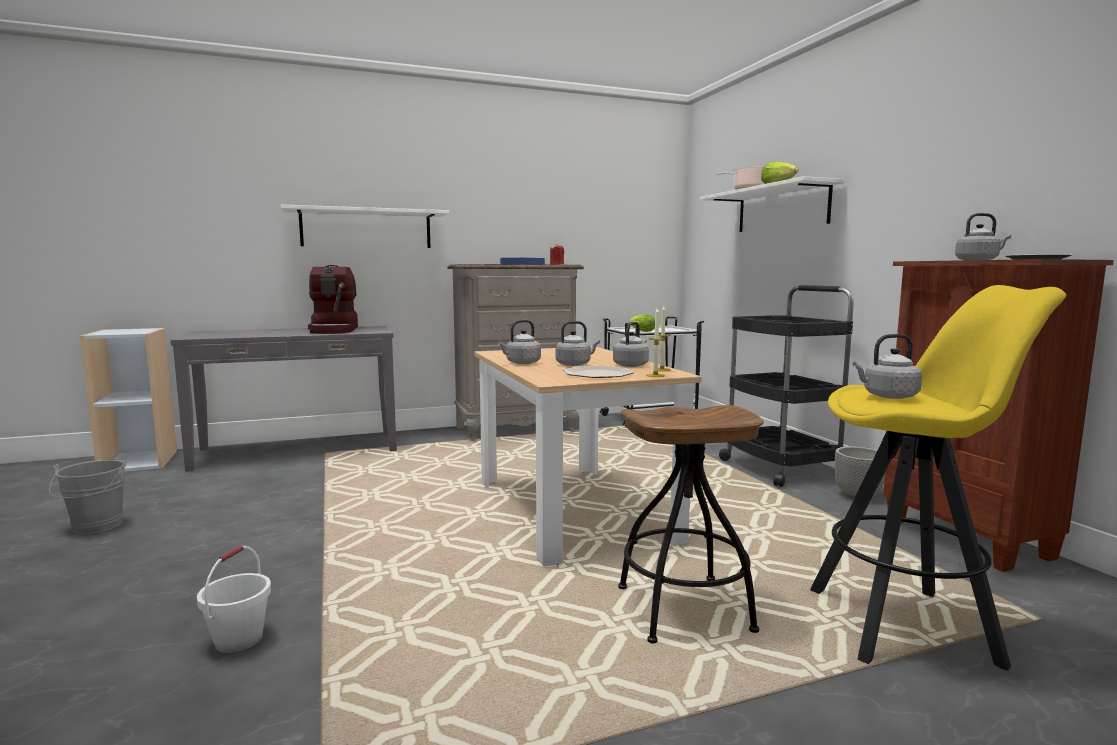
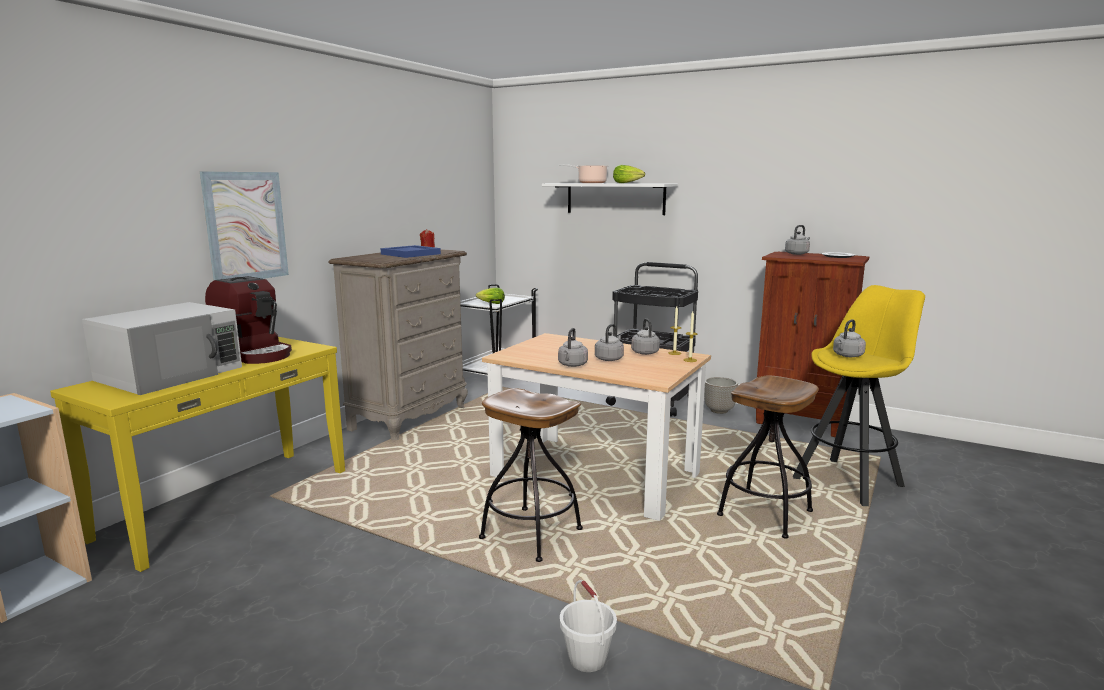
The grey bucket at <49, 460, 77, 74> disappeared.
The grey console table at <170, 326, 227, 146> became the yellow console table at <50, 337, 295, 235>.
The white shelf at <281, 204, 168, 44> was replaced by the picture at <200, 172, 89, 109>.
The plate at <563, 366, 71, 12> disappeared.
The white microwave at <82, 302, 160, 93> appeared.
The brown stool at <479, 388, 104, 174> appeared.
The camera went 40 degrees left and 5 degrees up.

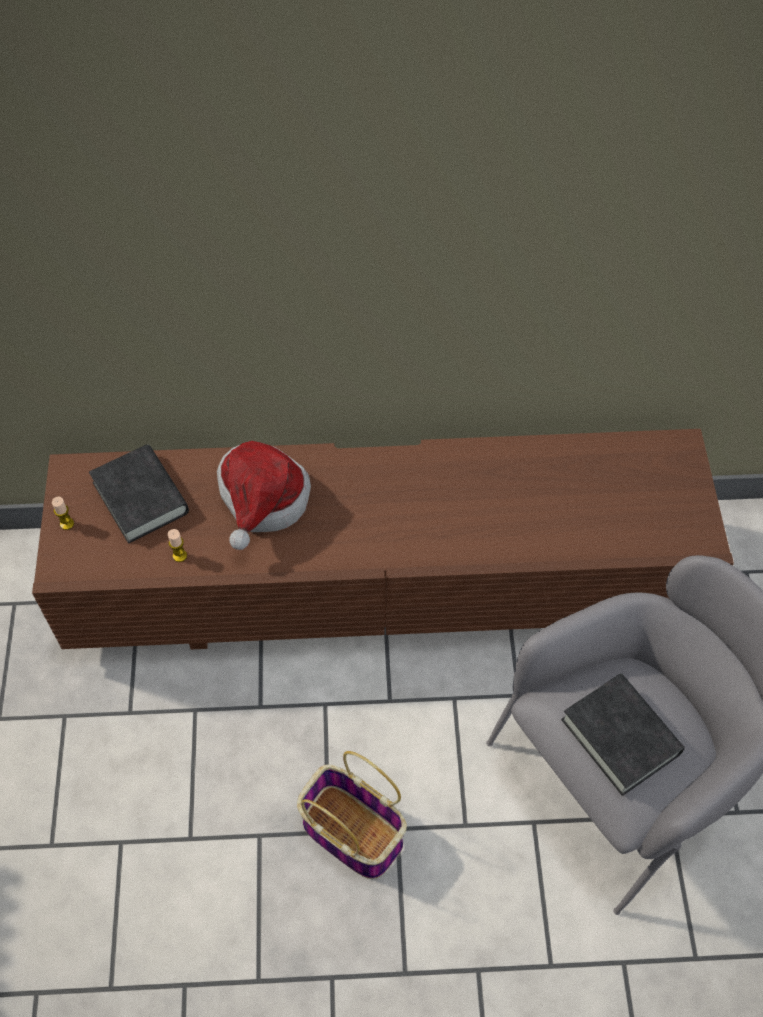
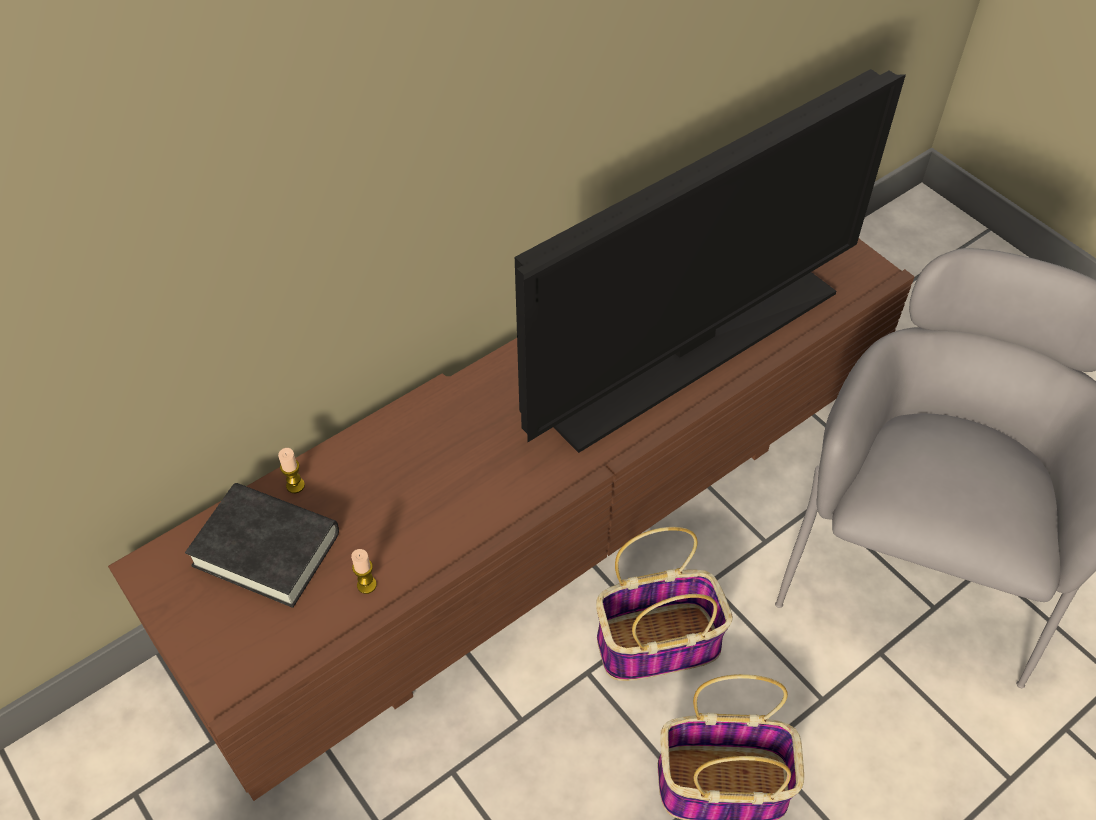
The candle moved from <52, 496, 22, 34> to <278, 448, 27, 45>.
The hat at <217, 441, 94, 109> disappeared.
The black book at <561, 673, 124, 123> disappeared.
The television at <515, 69, 391, 384> appeared.
The basket at <596, 527, 137, 154> appeared.
The camera went 35 degrees left and 5 degrees down.

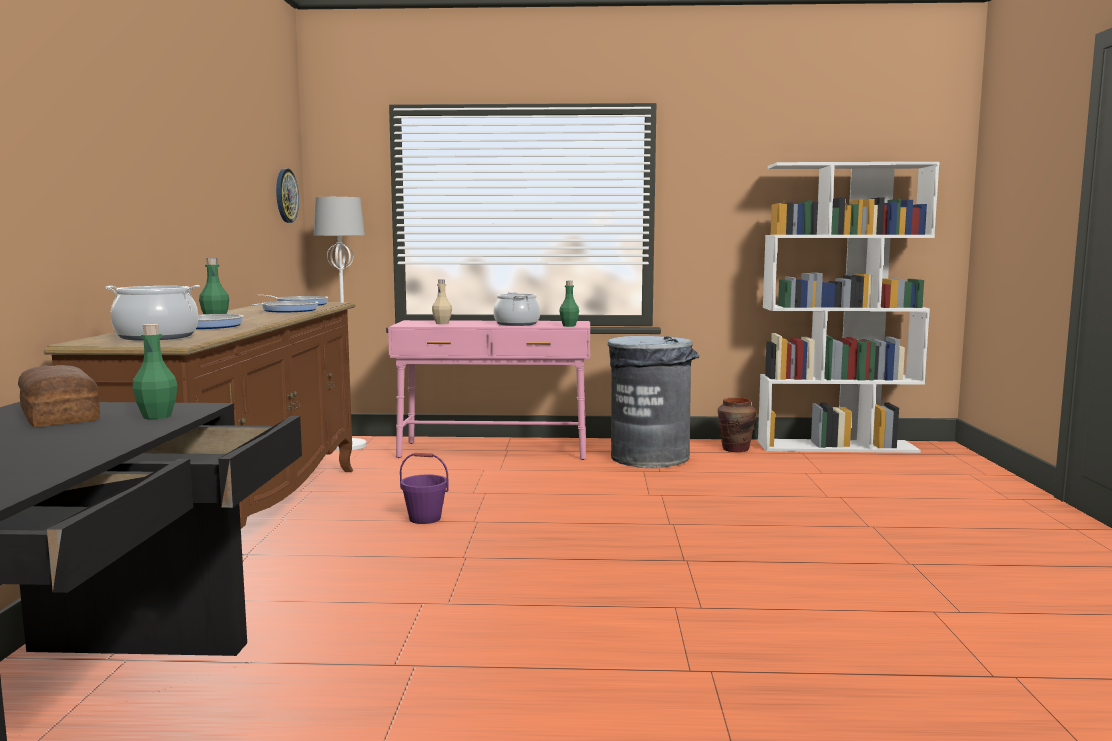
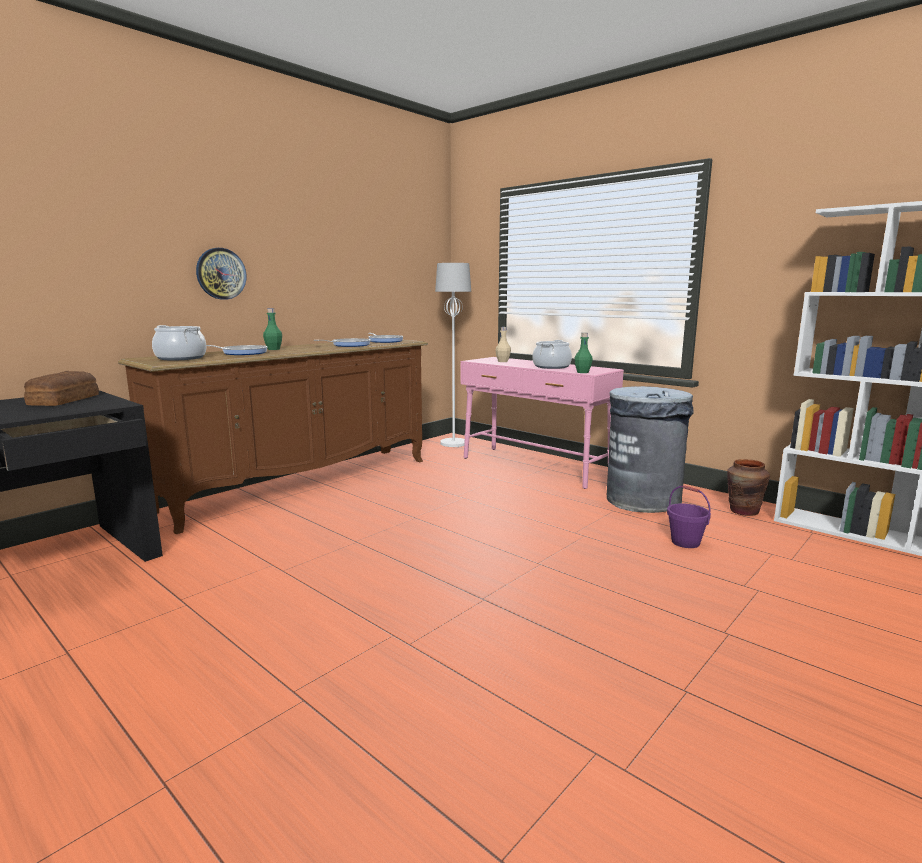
The green bottle at <132, 324, 46, 95> disappeared.
The wall clock moved from <276, 168, 23, 55> to <196, 248, 50, 52>.
The purple bucket moved from <400, 453, 49, 71> to <667, 485, 44, 63>.
The camera went 40 degrees right and 5 degrees up.

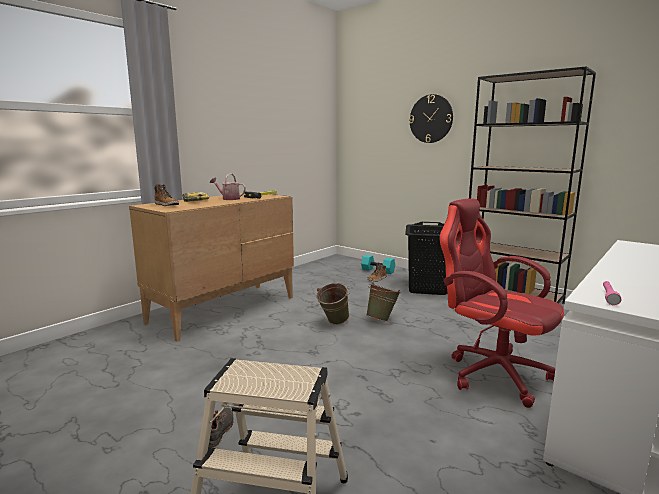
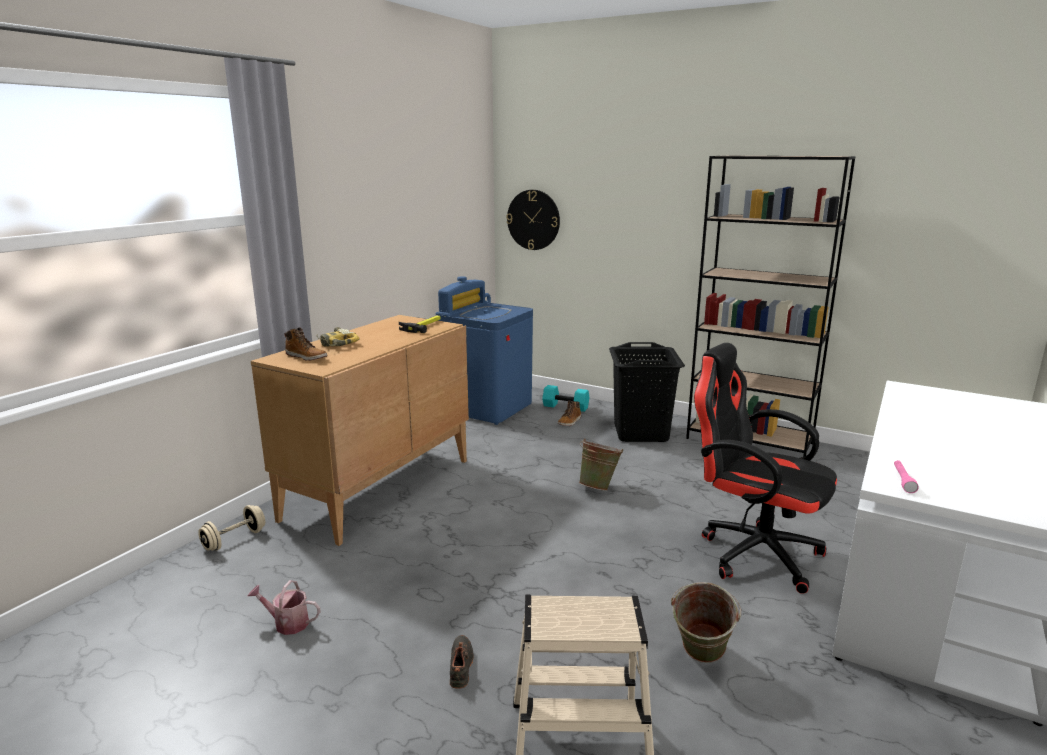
The watering can moved from <210, 173, 36, 27> to <247, 580, 73, 55>.
The green bucket moved from <316, 283, 34, 42> to <671, 582, 70, 81>.
The wall clock moved from <409, 94, 44, 49> to <506, 190, 54, 60>.
The red office chair at <439, 198, 125, 210> became the black office chair at <694, 343, 143, 251>.
The beige dumbbell at <198, 505, 67, 46> appeared.
The blue washing machine at <436, 276, 97, 149> appeared.
The camera went 10 degrees left and 5 degrees up.

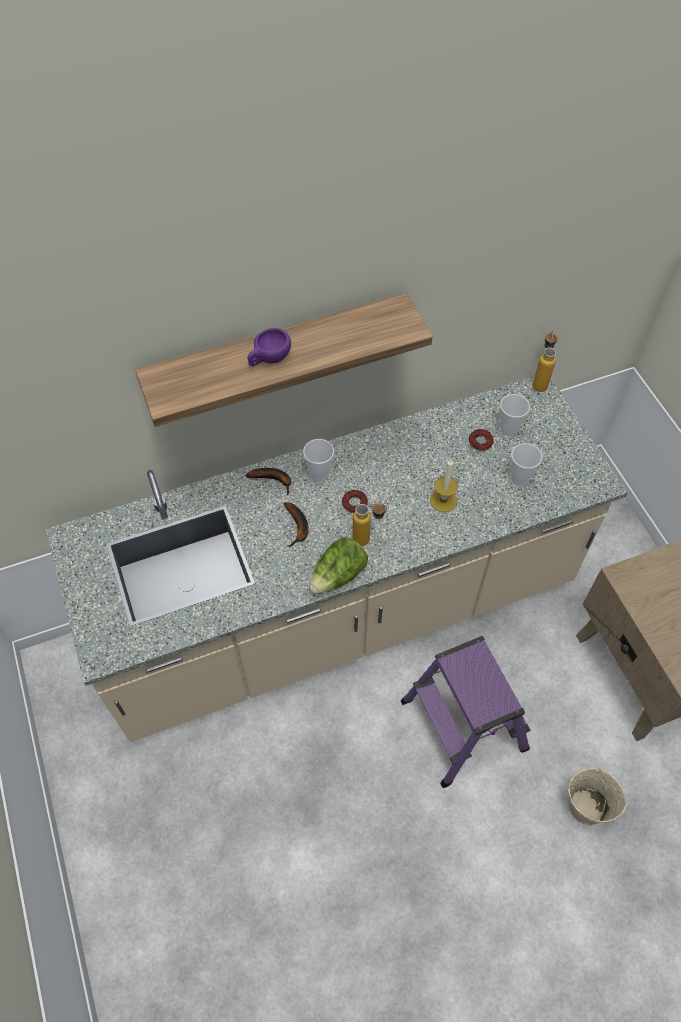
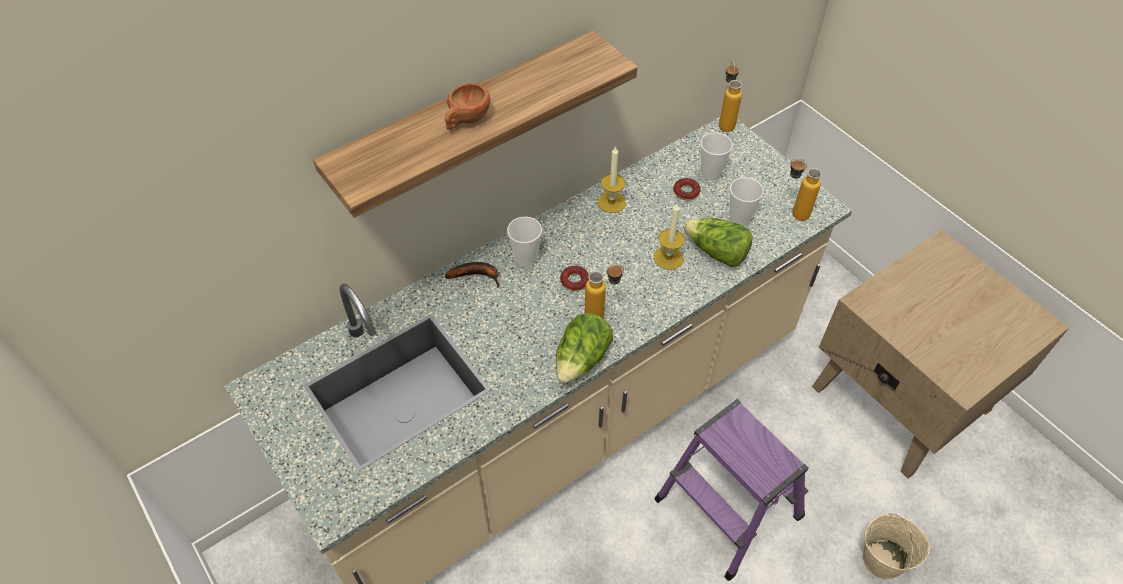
The purple cup at <247, 328, 44, 38> became the brown cup at <445, 83, 45, 47>.
The banana at <284, 502, 25, 45> disappeared.
The candle at <597, 146, 29, 67> appeared.
The lettuce at <683, 218, 69, 49> appeared.
The bottle at <790, 158, 32, 63> appeared.
The camera went 15 degrees left and 5 degrees down.

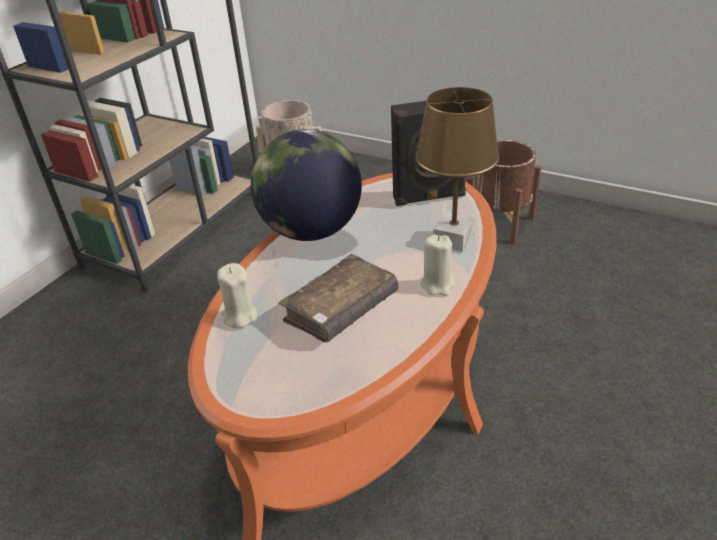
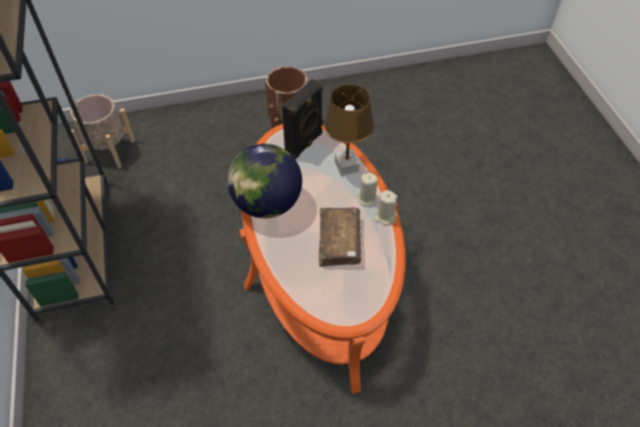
The beige candle moved from <217, 263, 41, 65> to <375, 190, 22, 35>.
The camera went 45 degrees left and 15 degrees up.

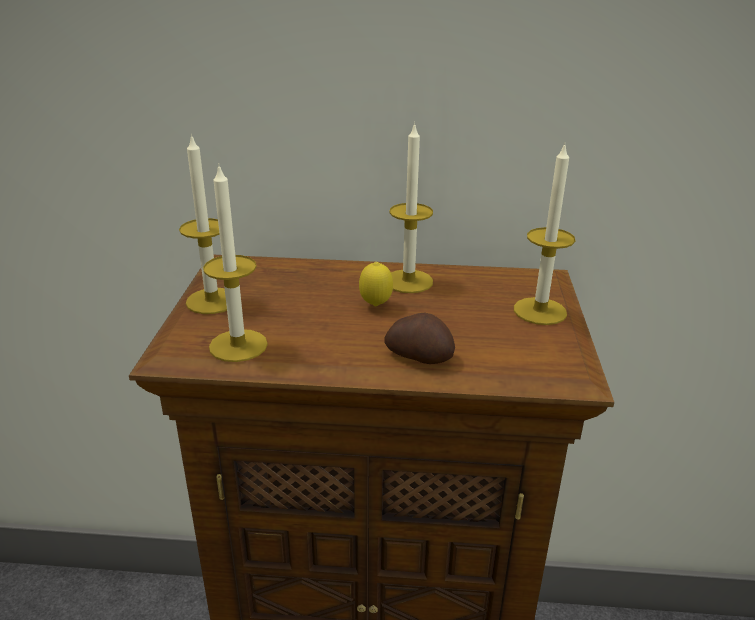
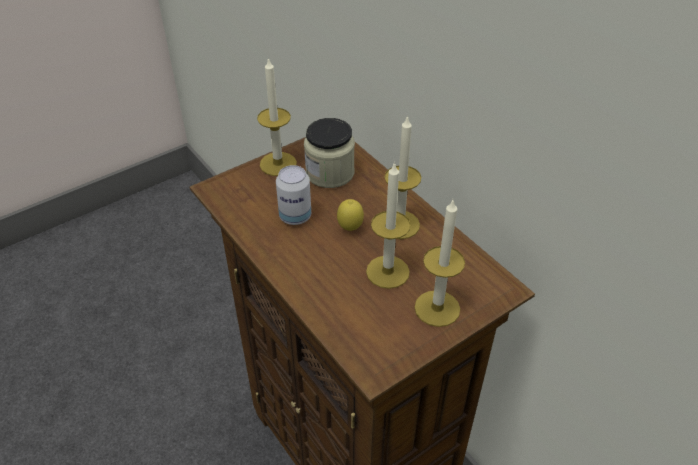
The candle moved from <203, 163, 65, 199> to <366, 162, 45, 127>.
The potato at <384, 312, 71, 52> disappeared.
The can at <276, 165, 35, 60> appeared.
The jar at <304, 118, 51, 70> appeared.
The camera went 50 degrees right and 15 degrees up.

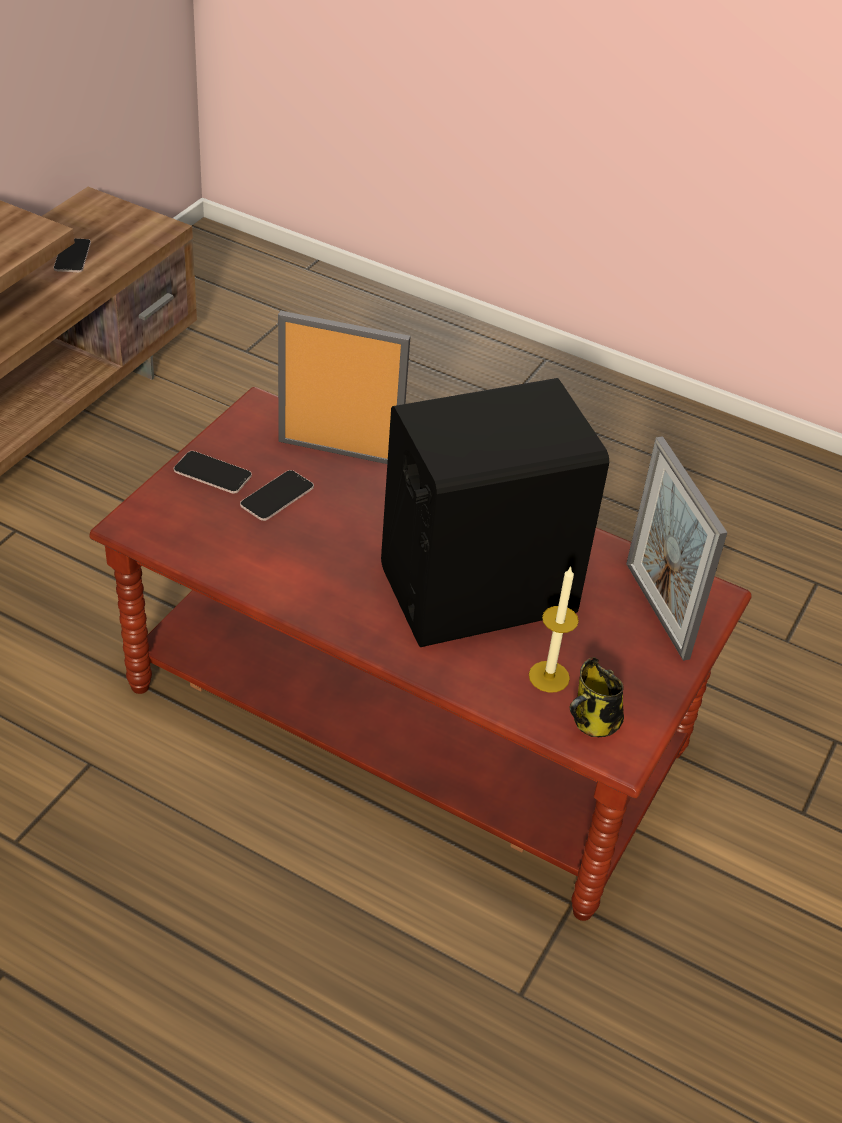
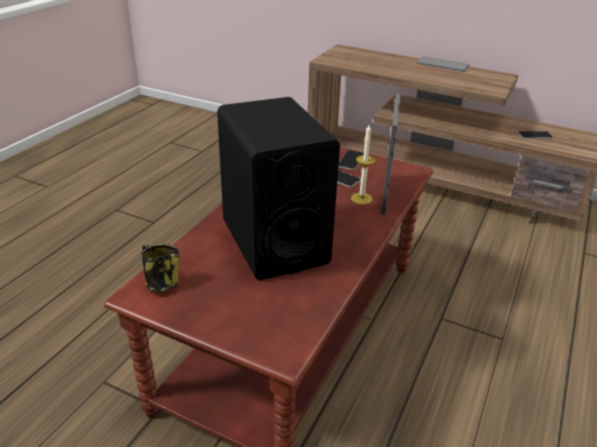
The candle moved from <529, 566, 50, 127> to <351, 125, 24, 79>.
The picture frame at <626, 436, 101, 225> disappeared.
The camera went 90 degrees right and 10 degrees down.

